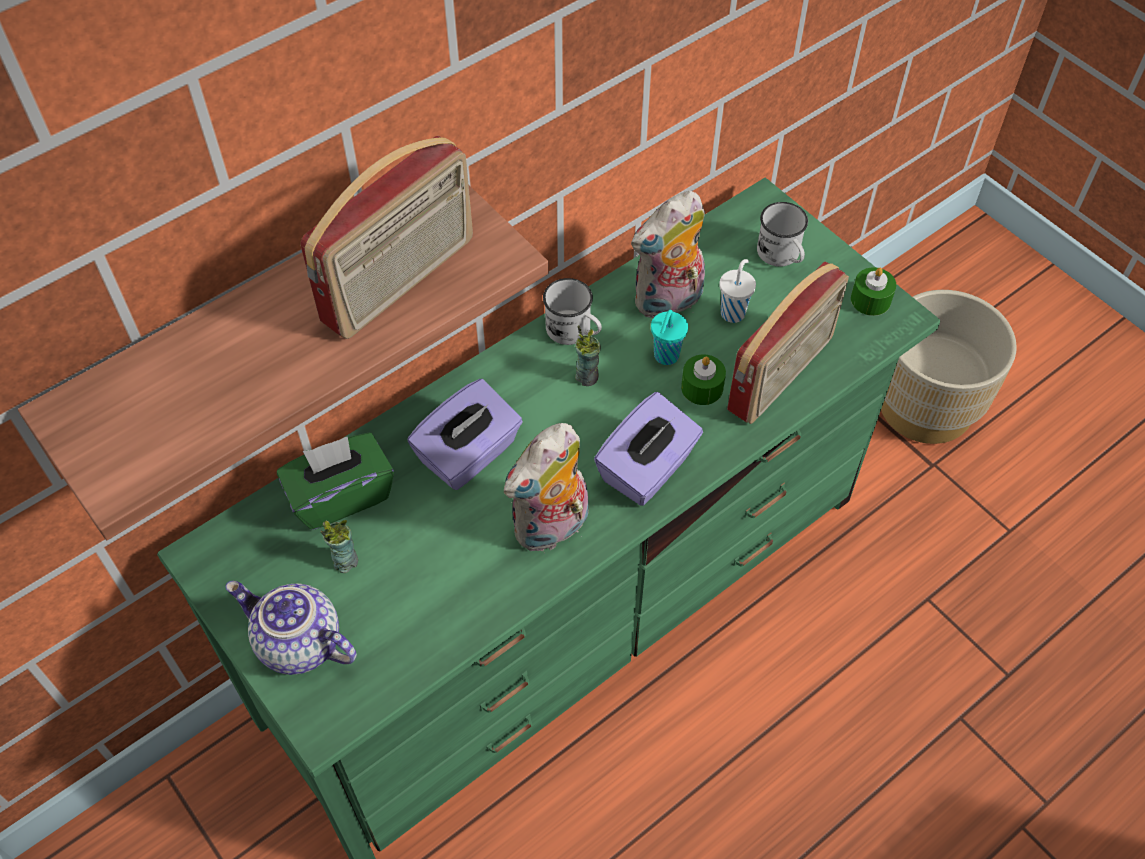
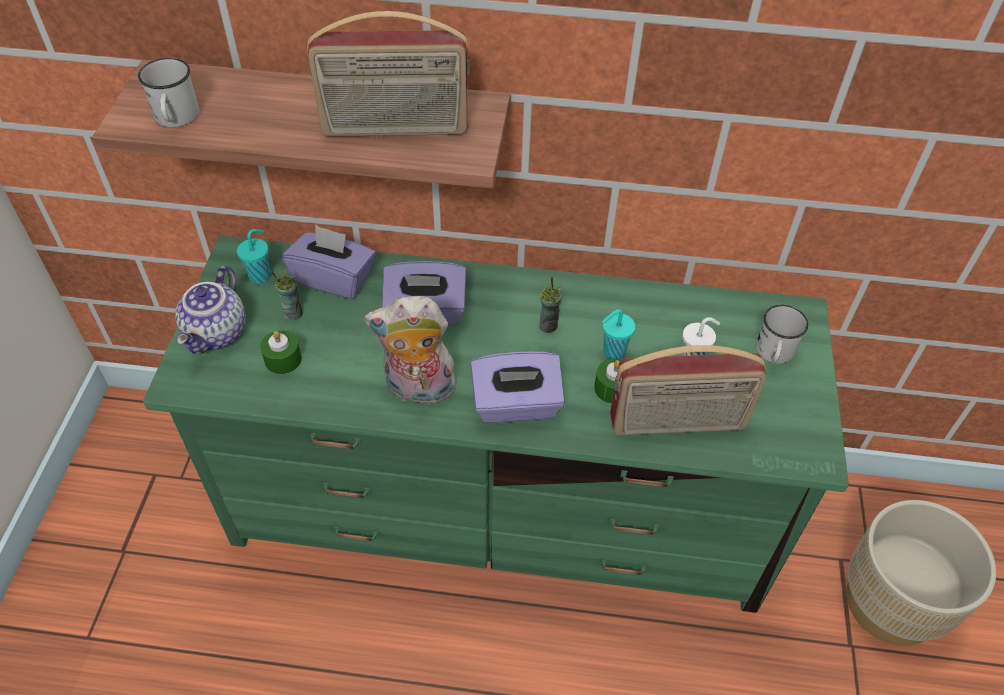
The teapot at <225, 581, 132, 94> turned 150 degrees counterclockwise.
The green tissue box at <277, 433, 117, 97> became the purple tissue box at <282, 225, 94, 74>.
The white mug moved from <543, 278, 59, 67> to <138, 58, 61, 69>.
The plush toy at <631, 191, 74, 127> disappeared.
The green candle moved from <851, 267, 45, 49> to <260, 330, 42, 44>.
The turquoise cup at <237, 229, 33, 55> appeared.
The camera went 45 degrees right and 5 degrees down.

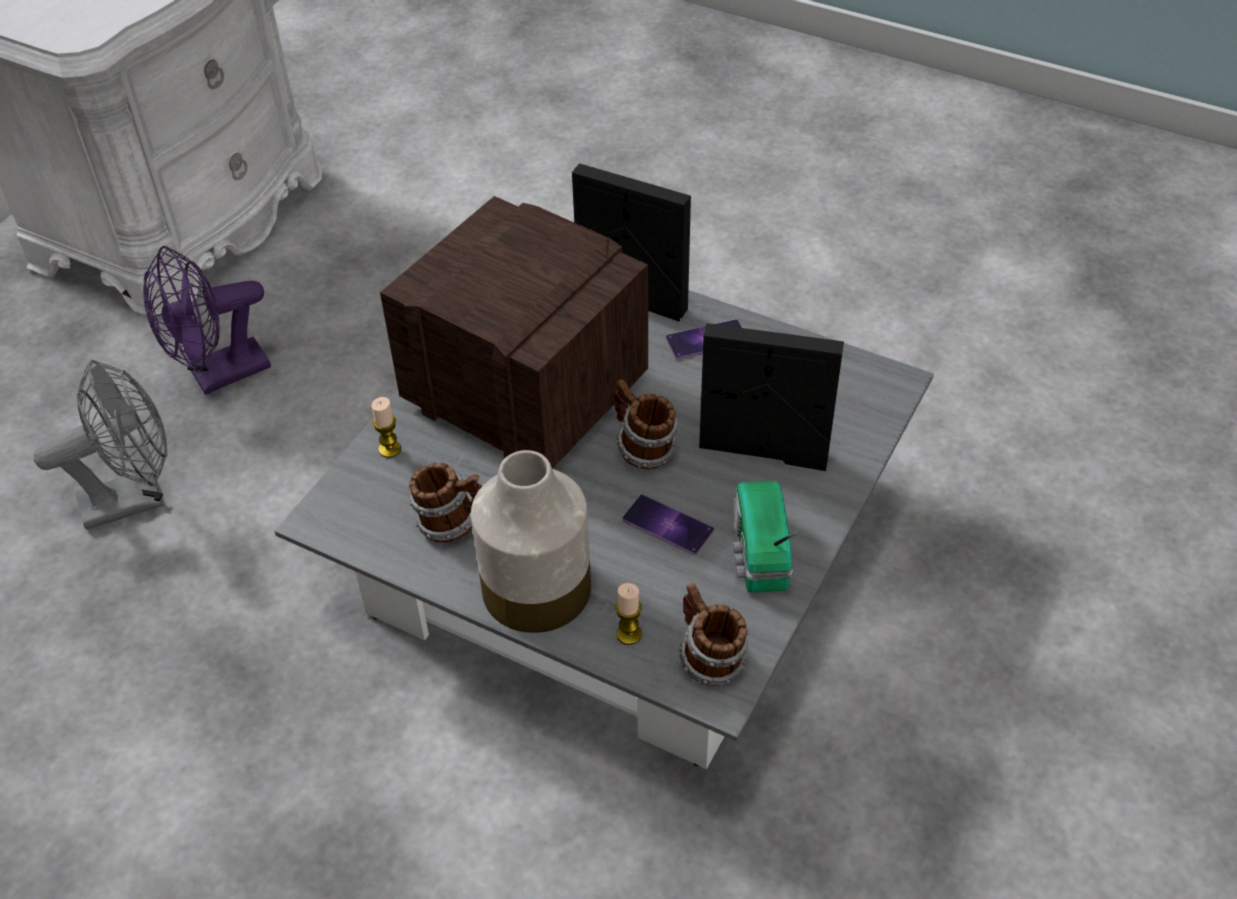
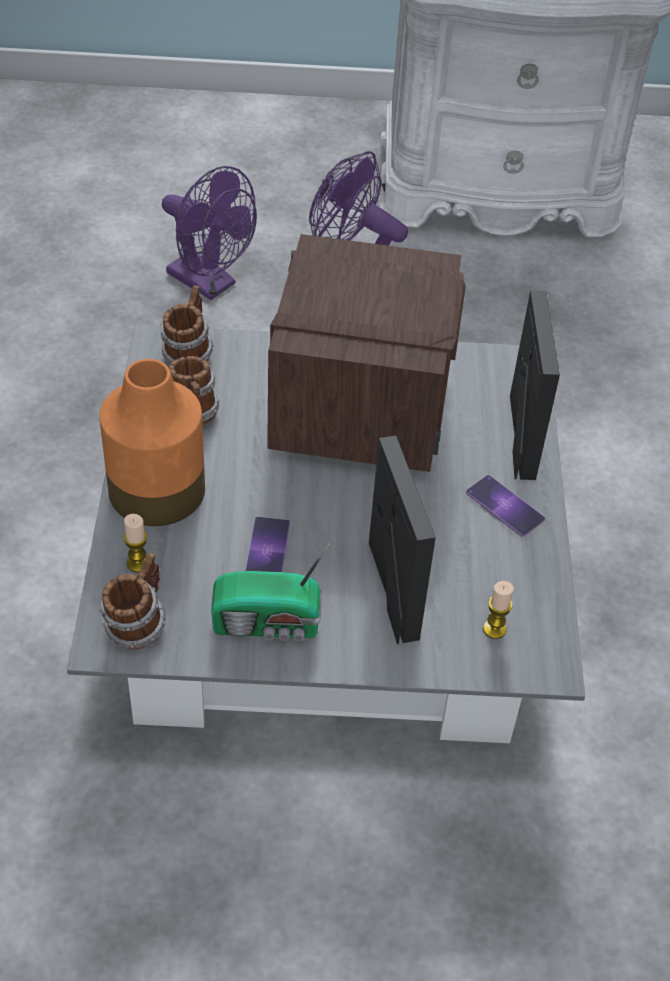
The grey fan at <34, 360, 133, 170> became the purple fan at <162, 166, 95, 134>.
The candle moved from <372, 397, 29, 61> to <483, 581, 31, 58>.
The beige vase at <471, 450, 120, 183> became the orange vase at <99, 359, 106, 167>.
The mug moved from <614, 379, 65, 90> to <161, 285, 53, 79>.
The radio at <733, 481, 66, 112> turned 150 degrees counterclockwise.
The camera went 60 degrees right and 0 degrees up.

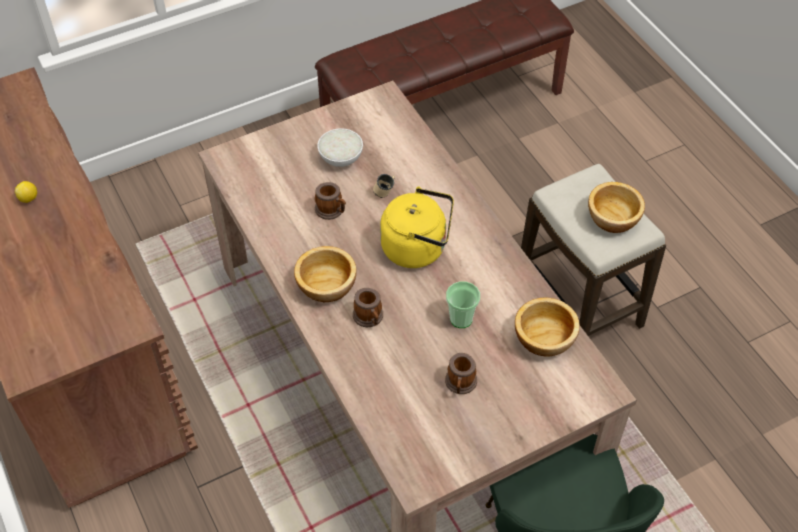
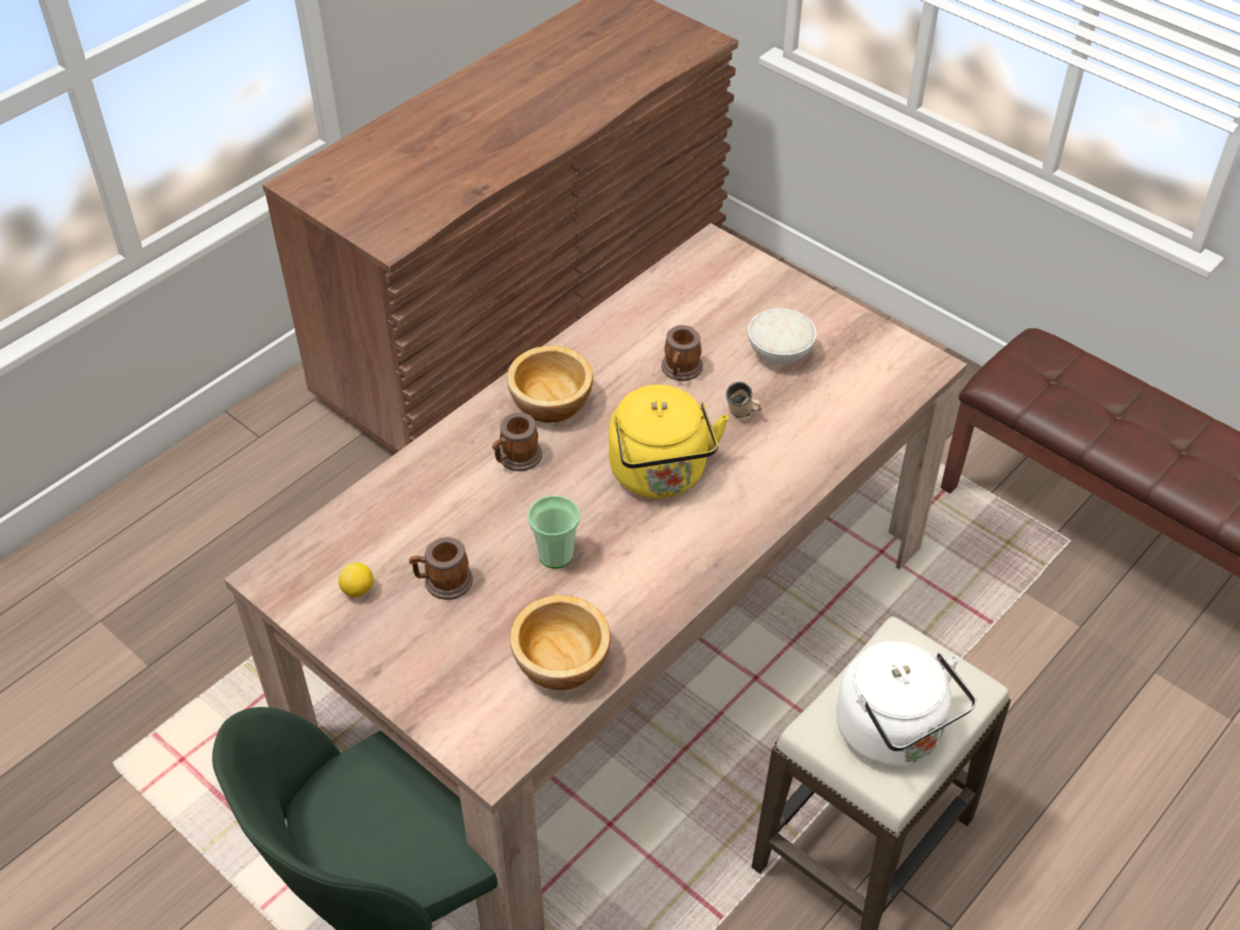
The lemon moved from <15, 181, 22, 22> to <338, 563, 36, 35>.
The bowl at <588, 182, 57, 51> was replaced by the white kettle at <836, 641, 141, 126>.
The camera went 70 degrees right and 5 degrees down.

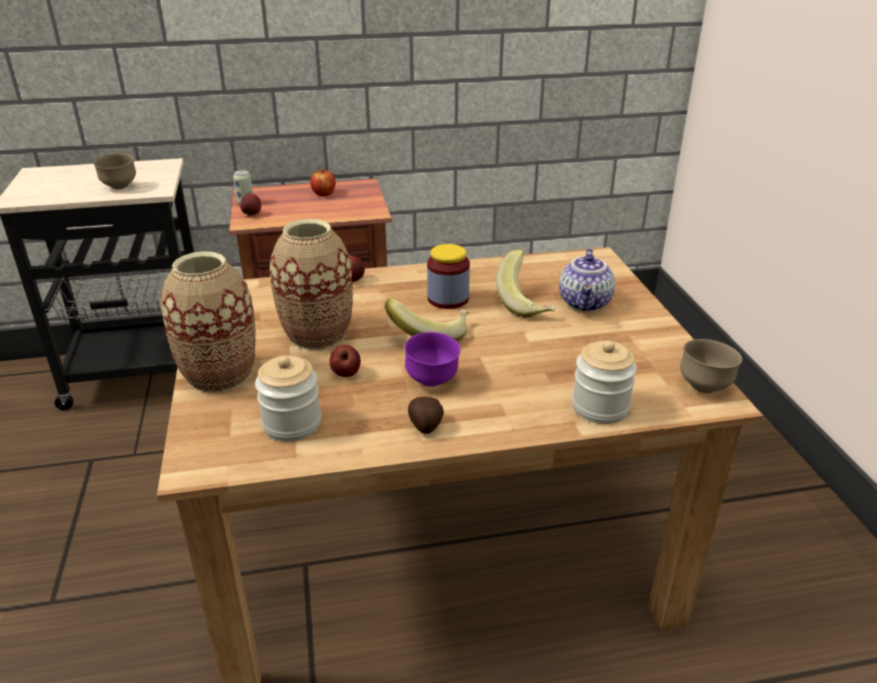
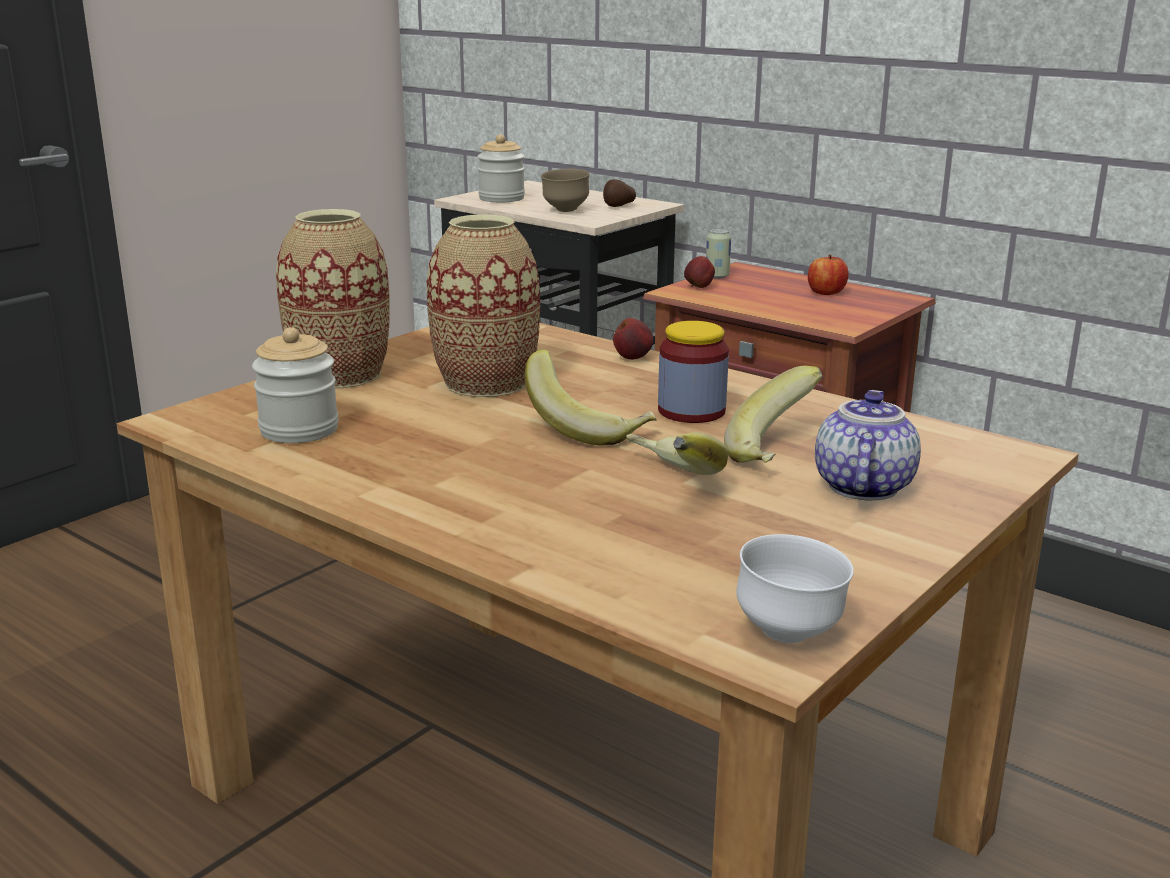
The apple at <329, 345, 32, 32> disappeared.
The purple bowl at <405, 332, 55, 55> disappeared.
The potato moved from <408, 397, 36, 37> to <603, 179, 33, 28>.
The teapot at <559, 249, 56, 63> turned 135 degrees clockwise.
The jar moved from <572, 341, 65, 83> to <477, 134, 48, 68>.
The brown bowl at <680, 339, 62, 54> became the white bowl at <736, 534, 118, 109>.
The banana at <626, 432, 103, 43> appeared.
The camera went 50 degrees right and 10 degrees down.

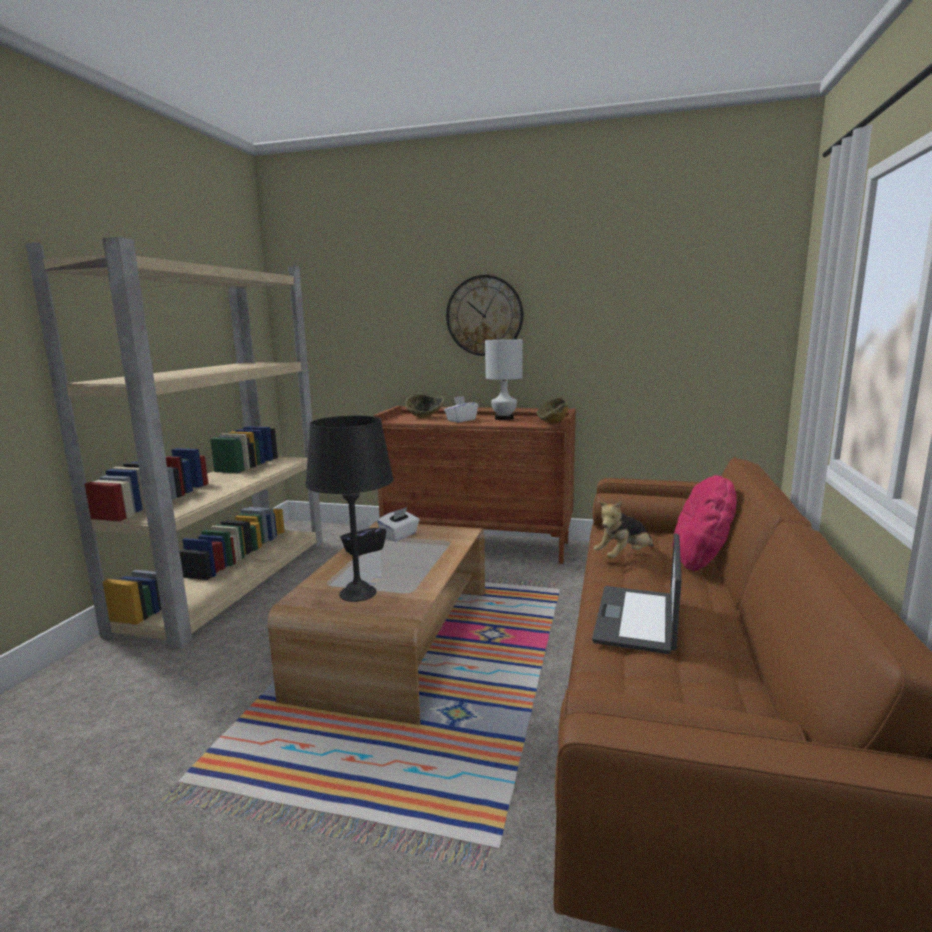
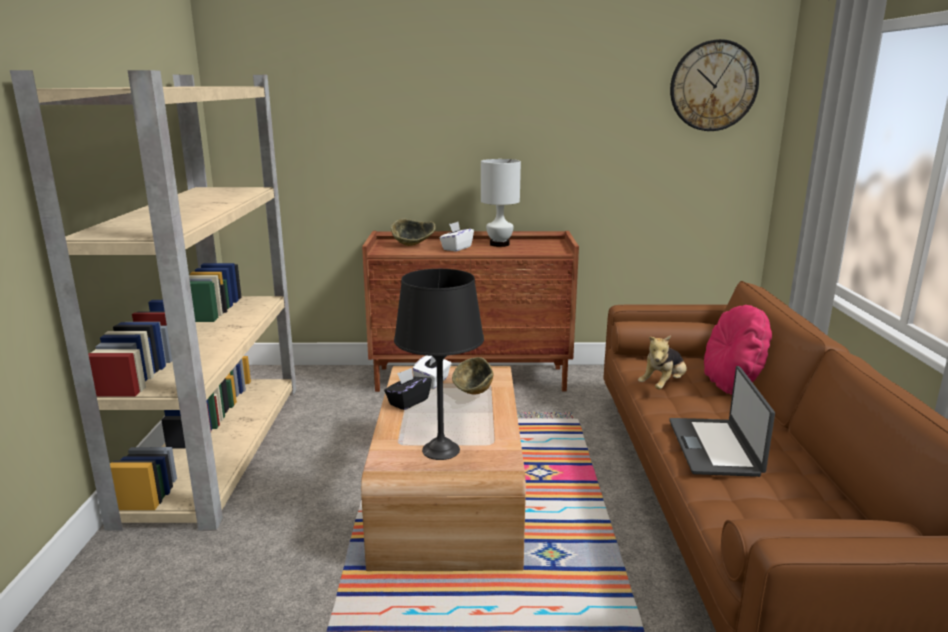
The wall clock moved from <446, 275, 77, 81> to <670, 39, 89, 92>.
The bowl moved from <537, 397, 31, 27> to <452, 357, 41, 38>.
The camera went 15 degrees left and 5 degrees up.

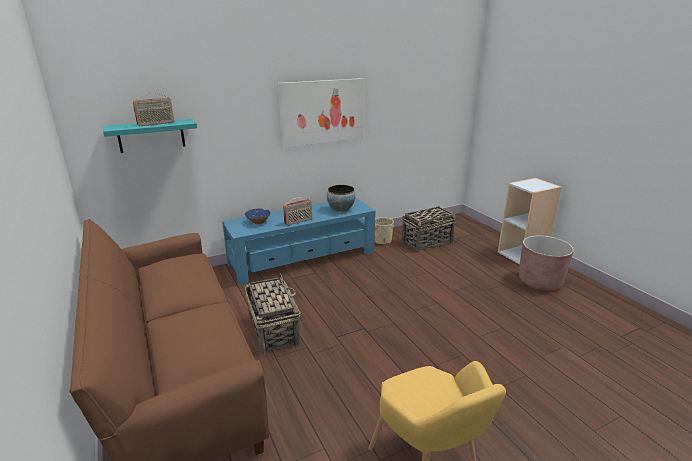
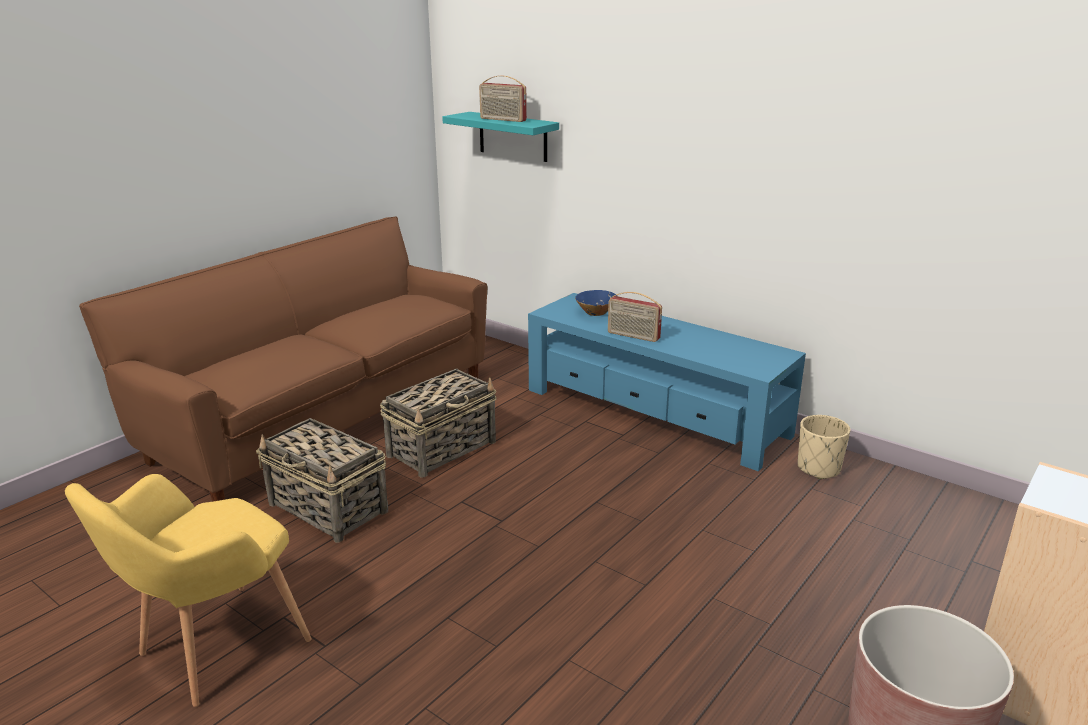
The picture at <278, 78, 86, 69> disappeared.
The bowl at <327, 185, 28, 28> disappeared.
The basket moved from <402, 206, 55, 46> to <256, 418, 132, 125>.
The camera went 65 degrees right and 0 degrees up.

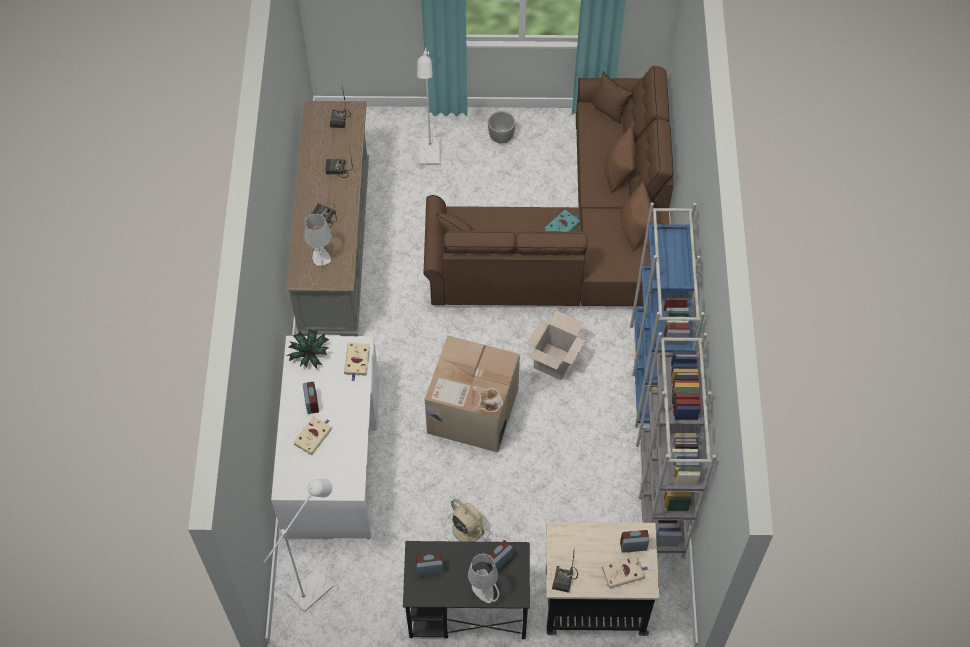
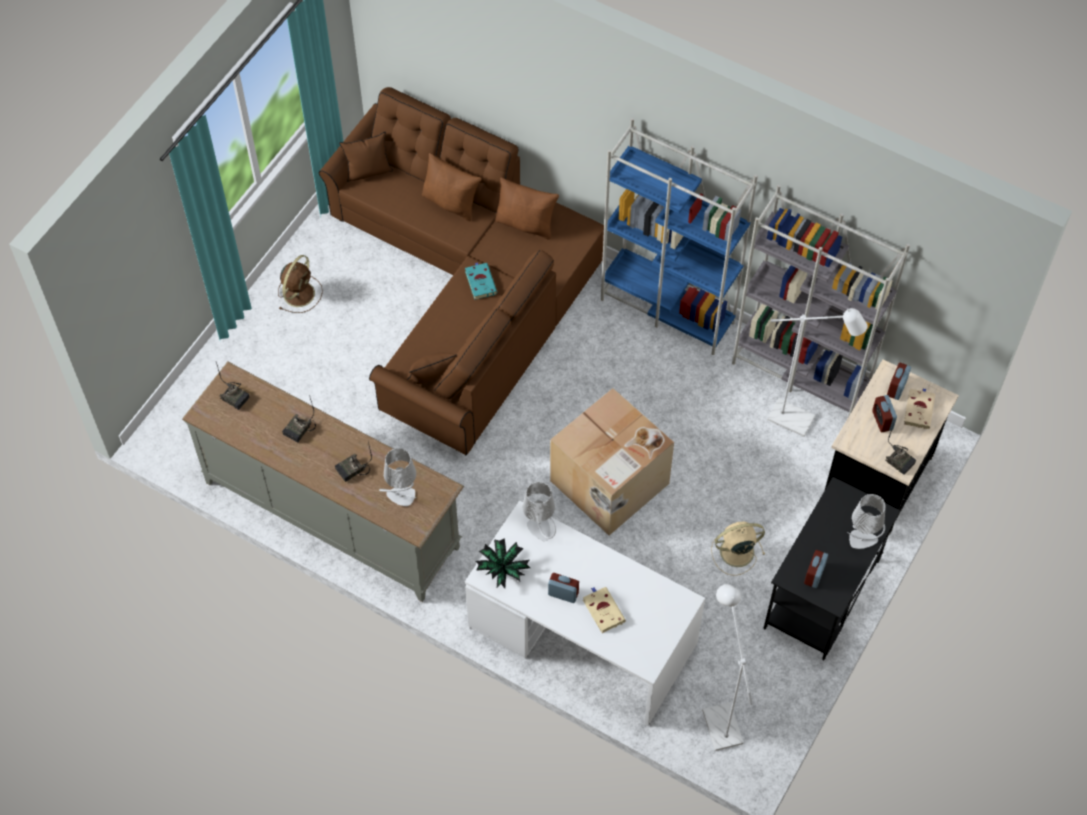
The beige book at <344, 342, 26, 40> was replaced by the grey table lamp at <522, 482, 34, 59>.
The white floor lamp moved from <417, 47, 24, 118> to <767, 308, 101, 129>.
The alarm clock moved from <487, 540, 26, 31> to <872, 395, 25, 37>.
The planter at <488, 111, 27, 33> was replaced by the brown fan at <278, 255, 45, 58>.
The cardboard box at <527, 311, 59, 69> disappeared.
The camera went 60 degrees left and 0 degrees up.

